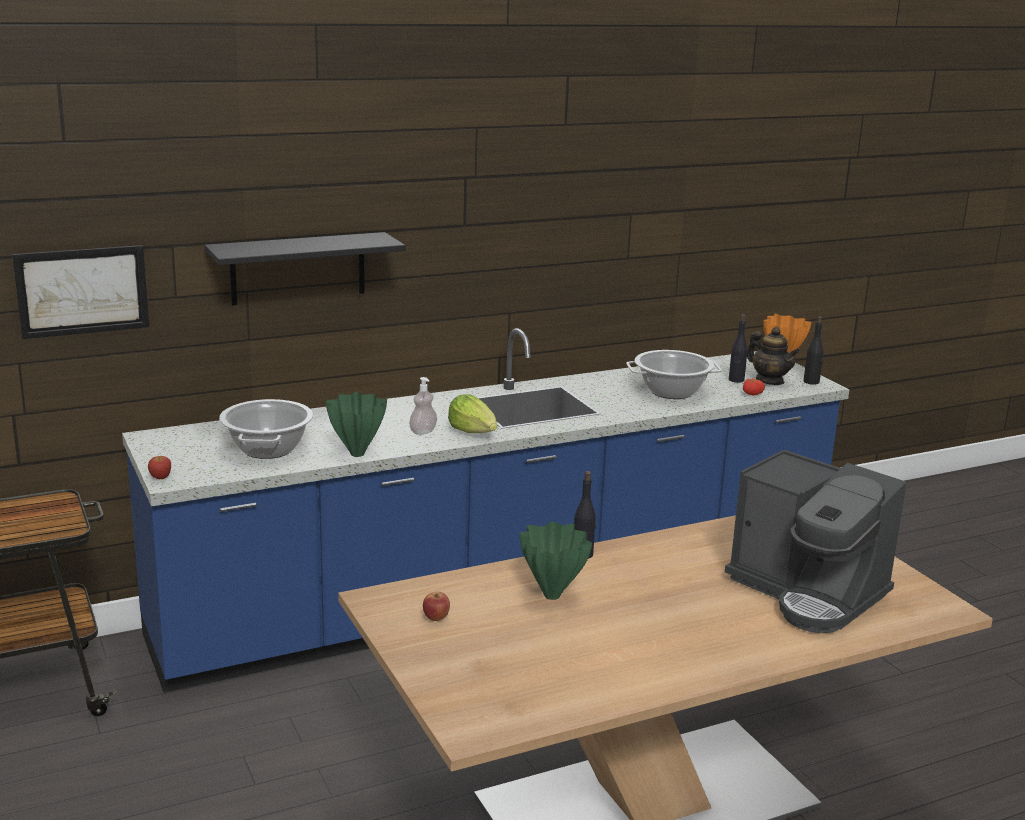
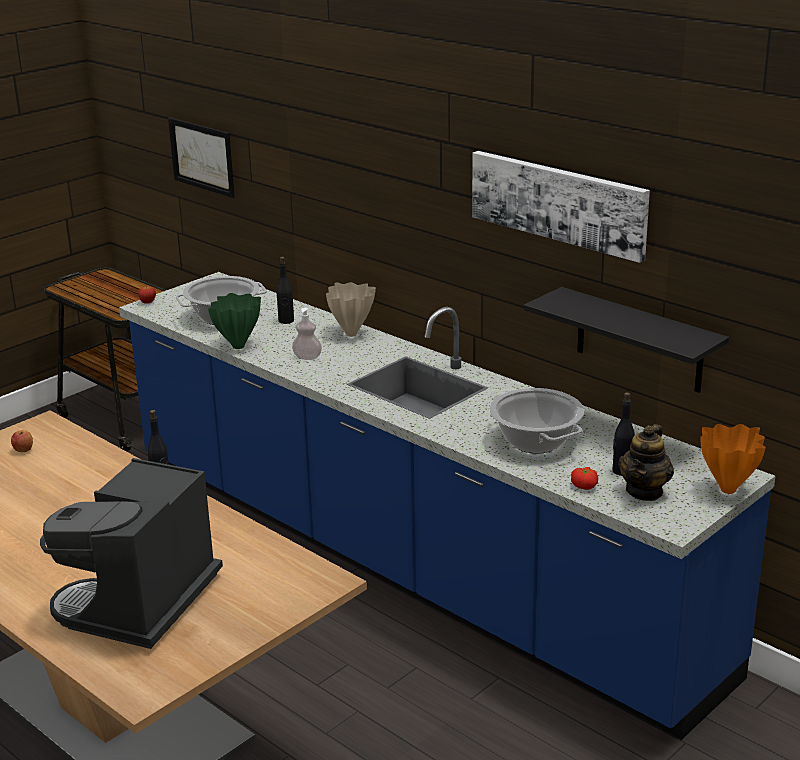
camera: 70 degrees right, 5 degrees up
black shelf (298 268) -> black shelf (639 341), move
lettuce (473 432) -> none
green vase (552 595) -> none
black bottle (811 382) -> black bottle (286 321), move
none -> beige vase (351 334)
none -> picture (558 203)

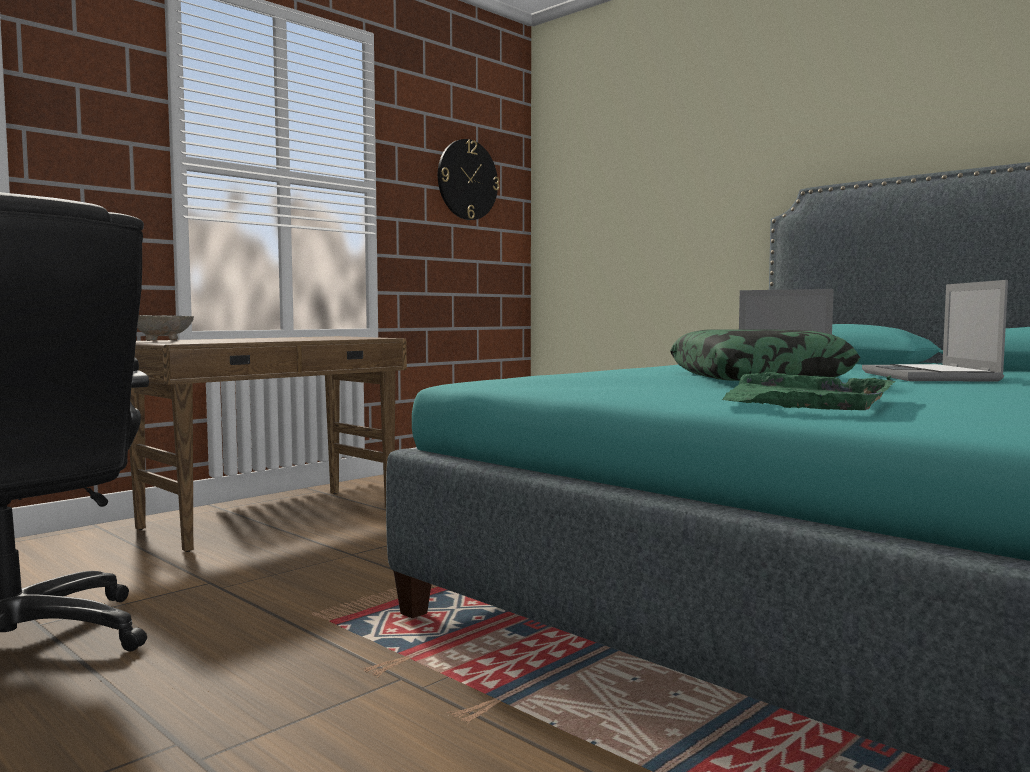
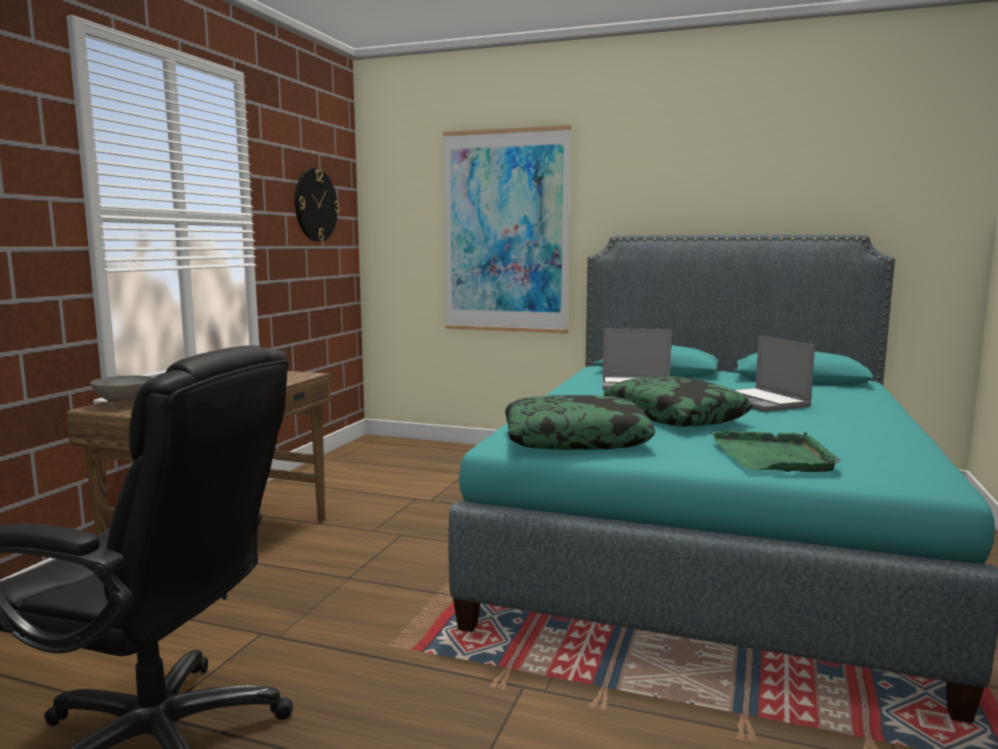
camera: 25 degrees left, 5 degrees up
none -> picture (506 232)
none -> pillow (575 439)

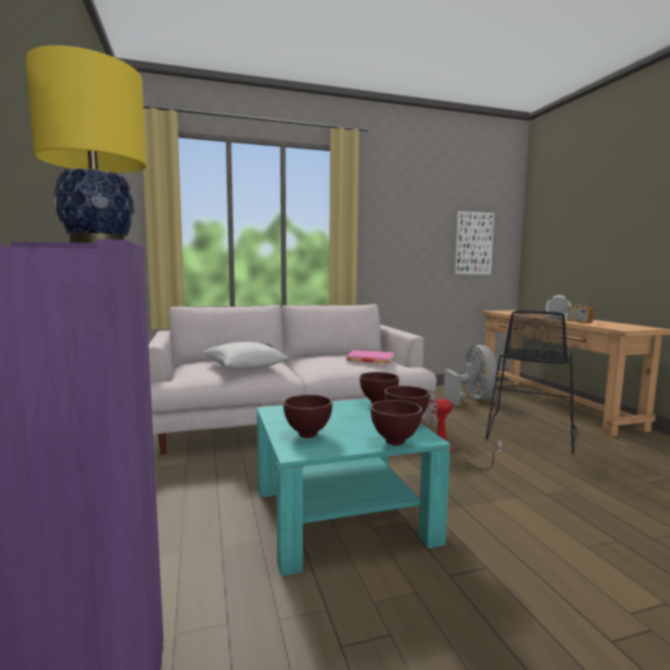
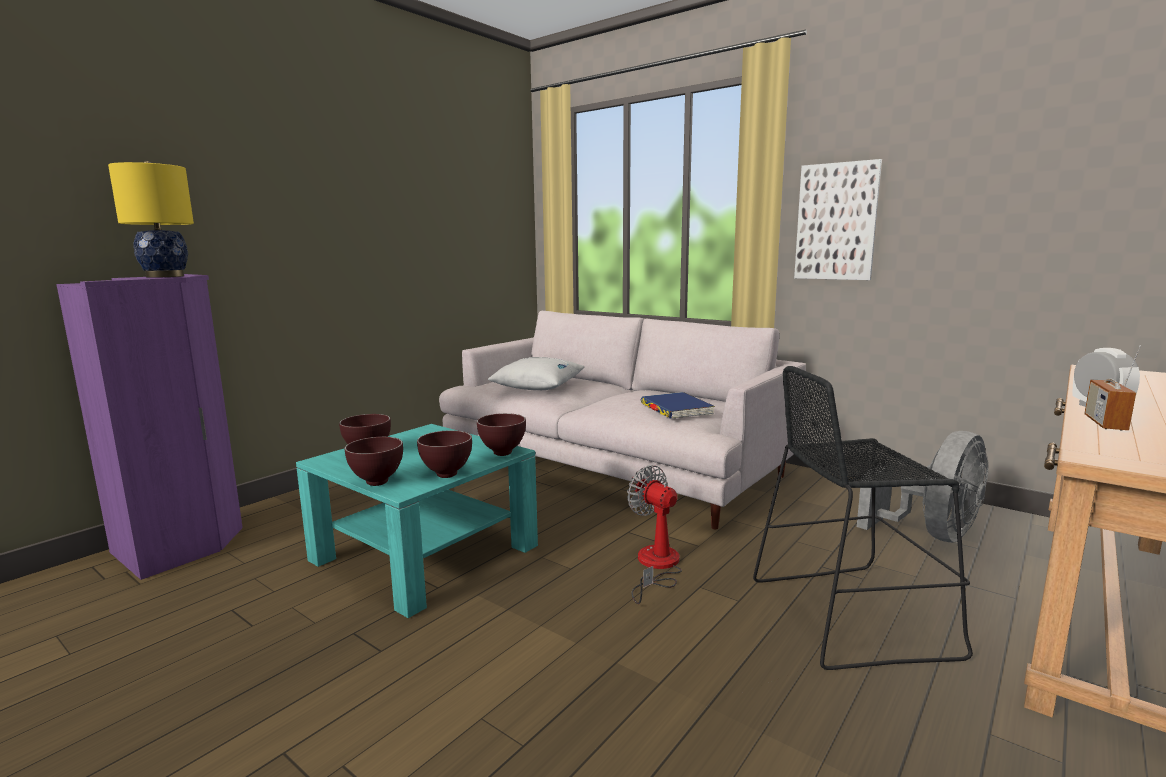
camera: 55 degrees right, 5 degrees up
pink book (370 359) -> blue book (676 409)
picture (473 243) -> picture (836 222), move

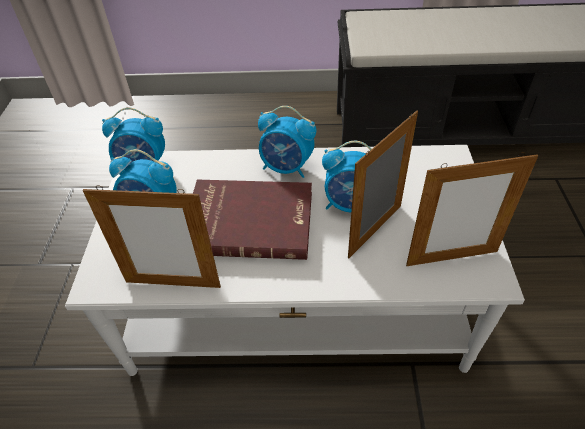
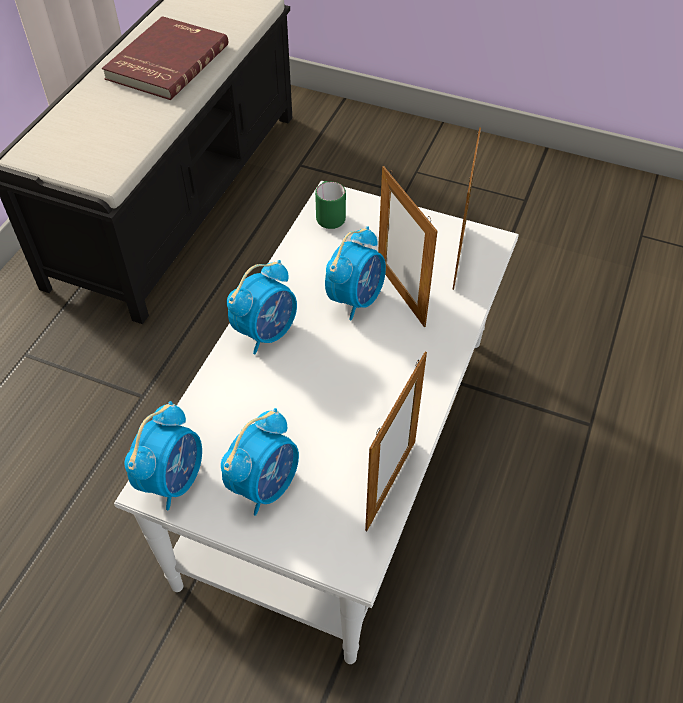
camera: 70 degrees left, 5 degrees up
red book (249 220) -> red book (165 61), move
none -> green mug (329 216)

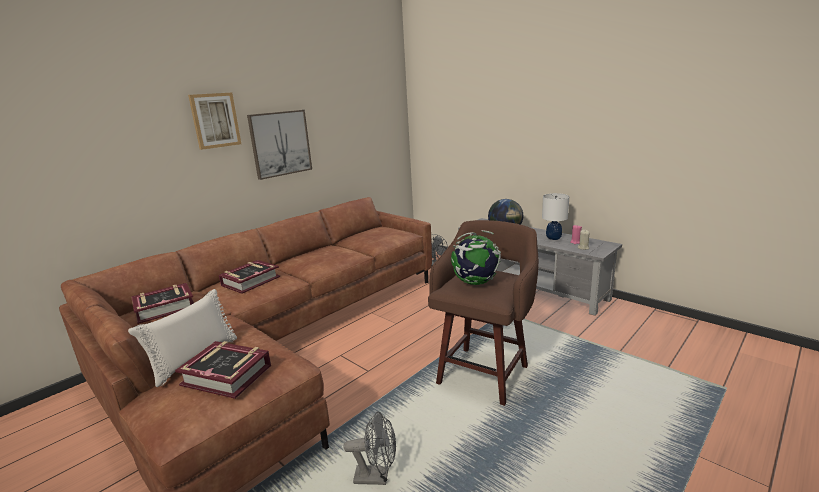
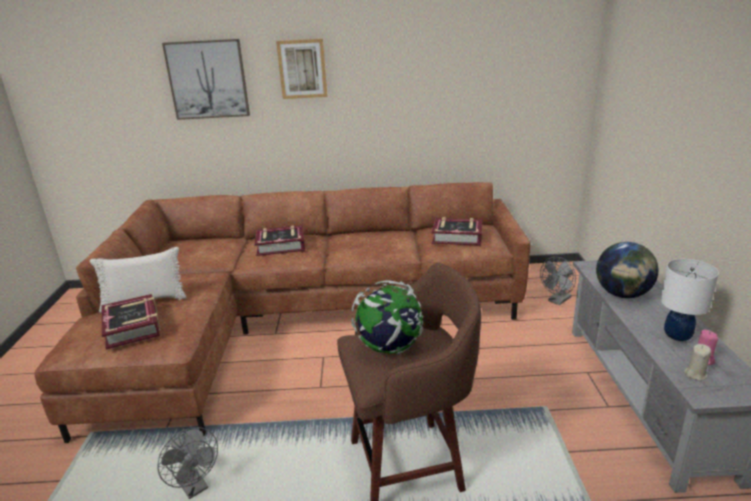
camera: 45 degrees right, 5 degrees up
book (165 308) -> book (457 237), move
picture (280 143) -> picture (208 79), move

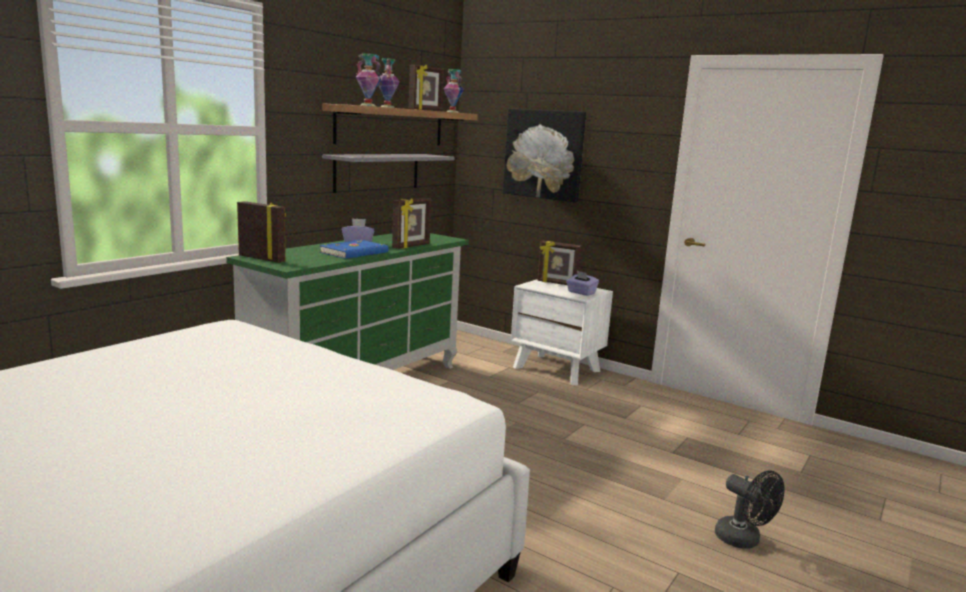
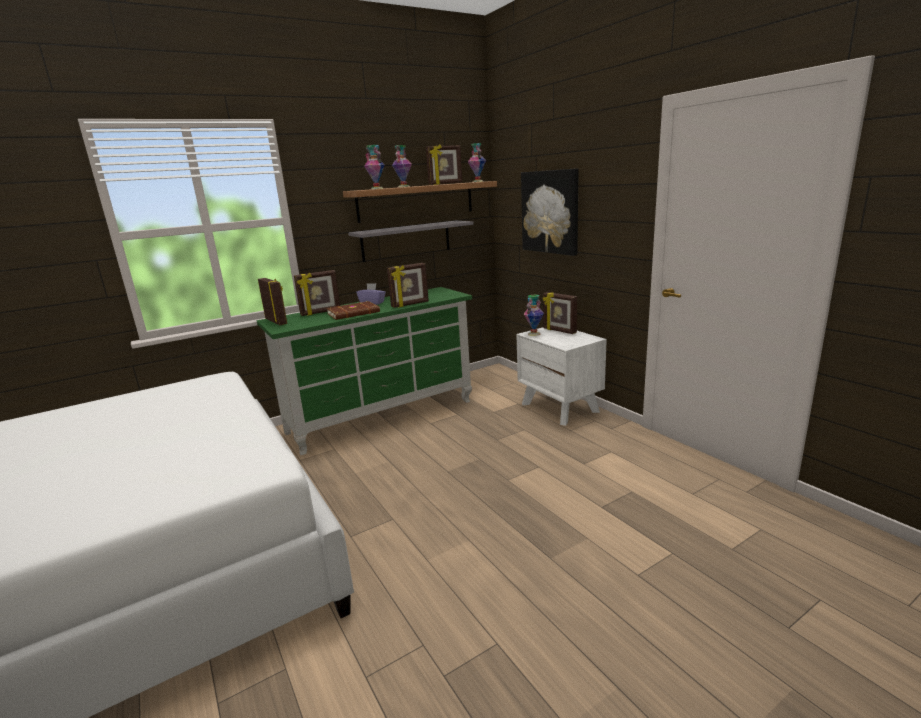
camera: 25 degrees right, 5 degrees up
blue book (355 253) -> brown book (354 313)
purple tissue box (581 293) -> none
black fan (743 541) -> none
none -> picture frame (321 312)
none -> vase (534 334)

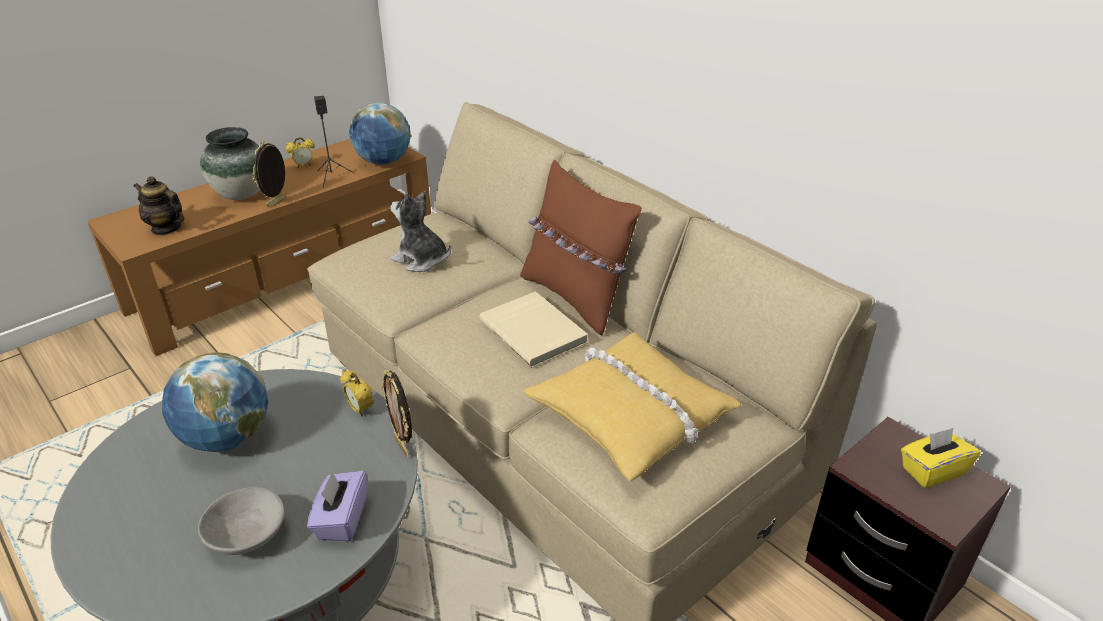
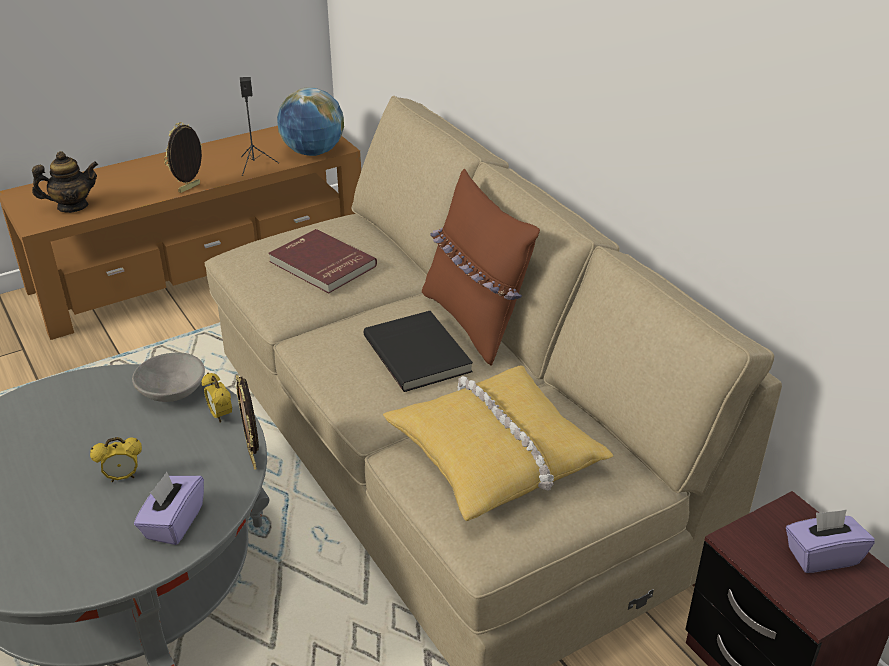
camera: 10 degrees right, 0 degrees up
teapot (166 228) -> teapot (72 206), 120 degrees clockwise
globe (227 438) -> none
grey bowl (247 536) -> grey bowl (172 392), move
vase (241 194) -> none
alarm clock (303 165) -> alarm clock (122 477), move
plush toy (421 260) -> red book (321 265)
beige book (534 331) -> black book (419 353)
yellow tissue box (932 471) -> purple tissue box (822 556)

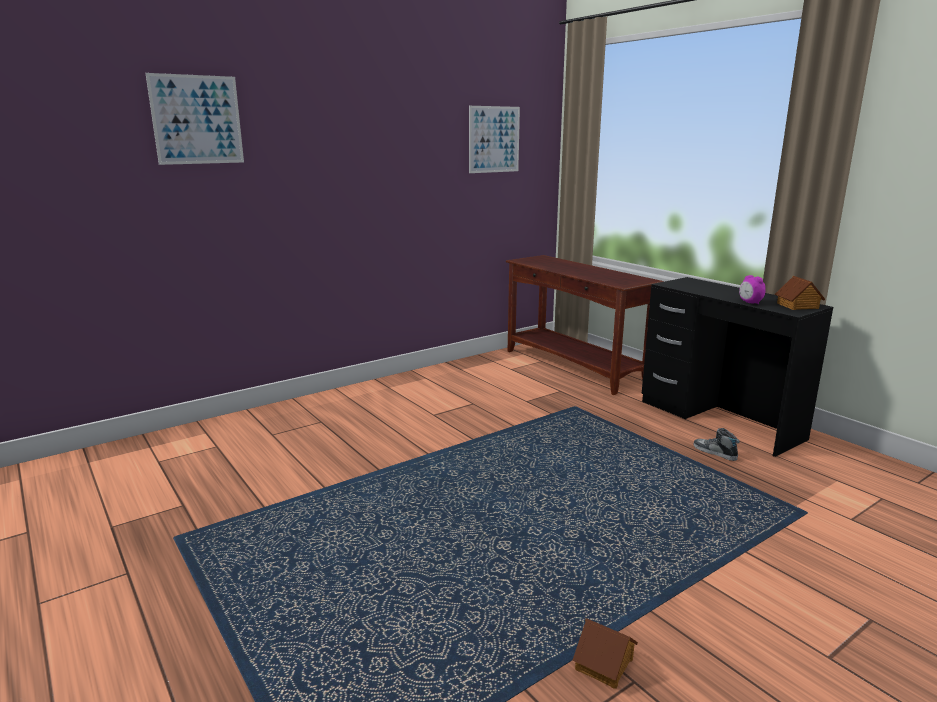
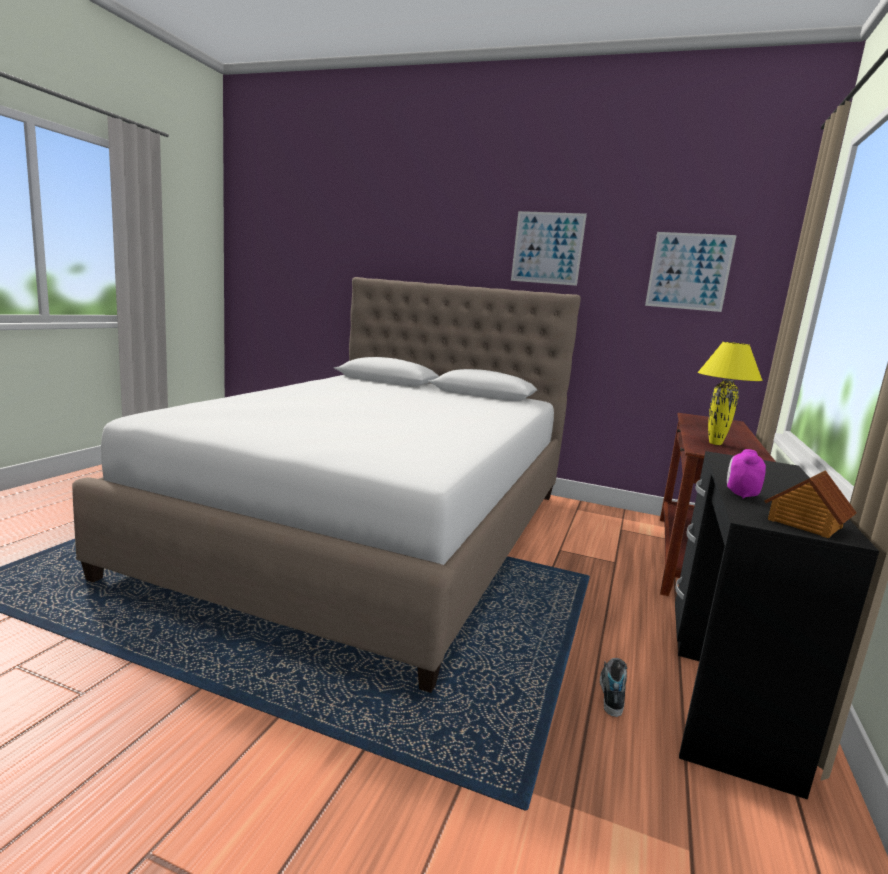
camera: 55 degrees right, 5 degrees down
picture (197 120) -> picture (547 248), move
toy house (605 664) -> none
none -> white bed (375 529)
none -> yellow table lamp (715 443)

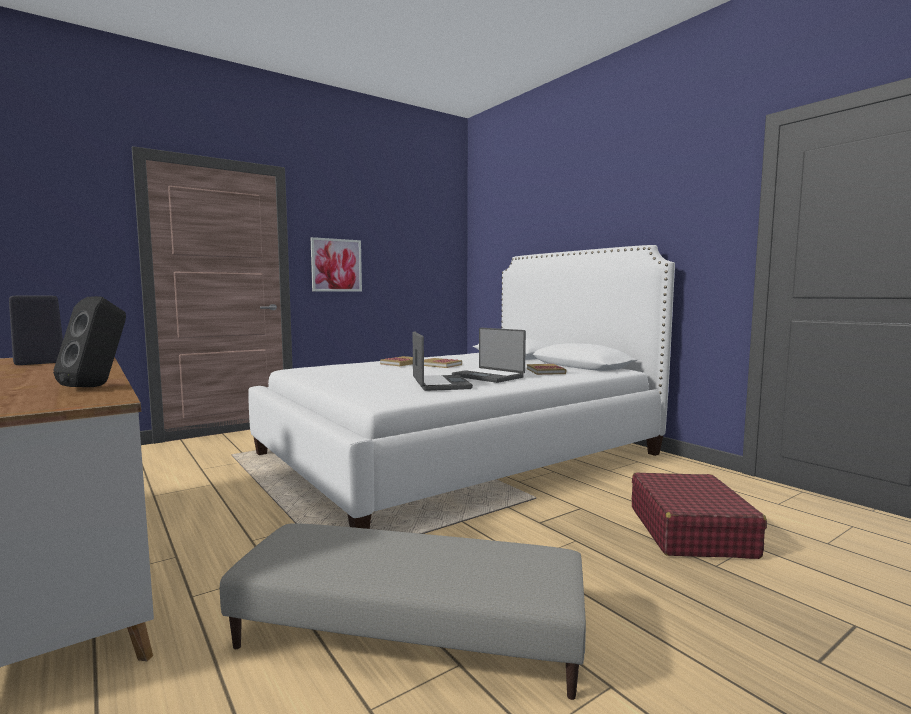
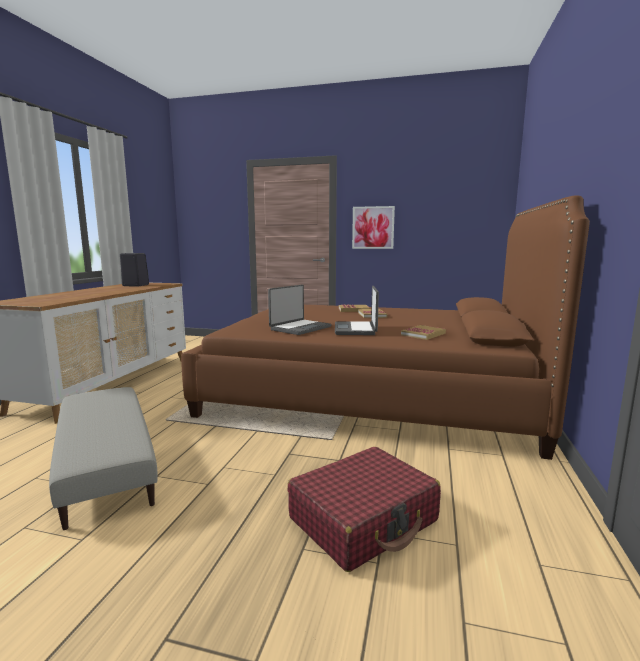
camera: 50 degrees right, 5 degrees up
black speaker (97 386) -> none
white bed (459 453) -> brown bed (371 392)

